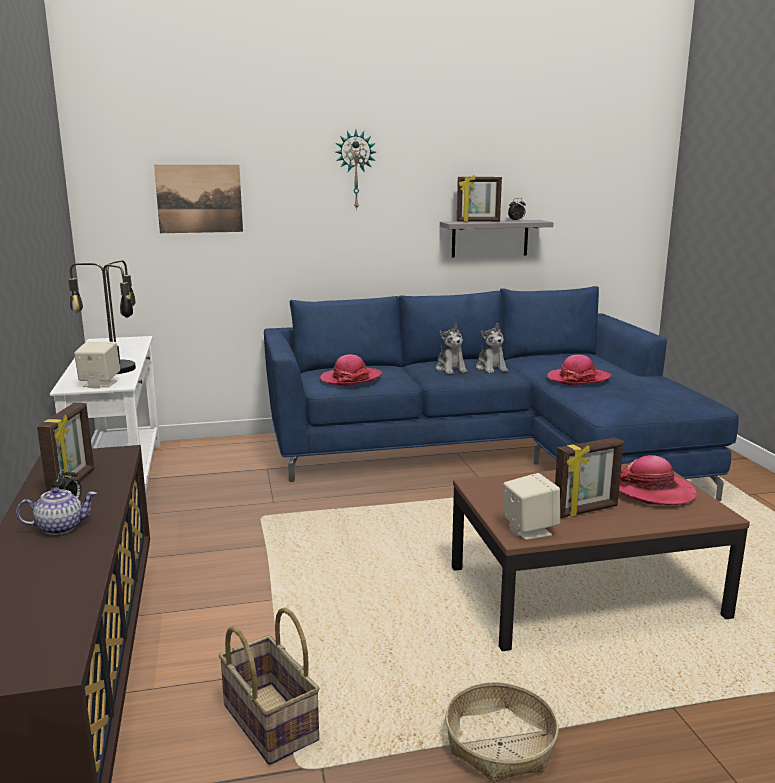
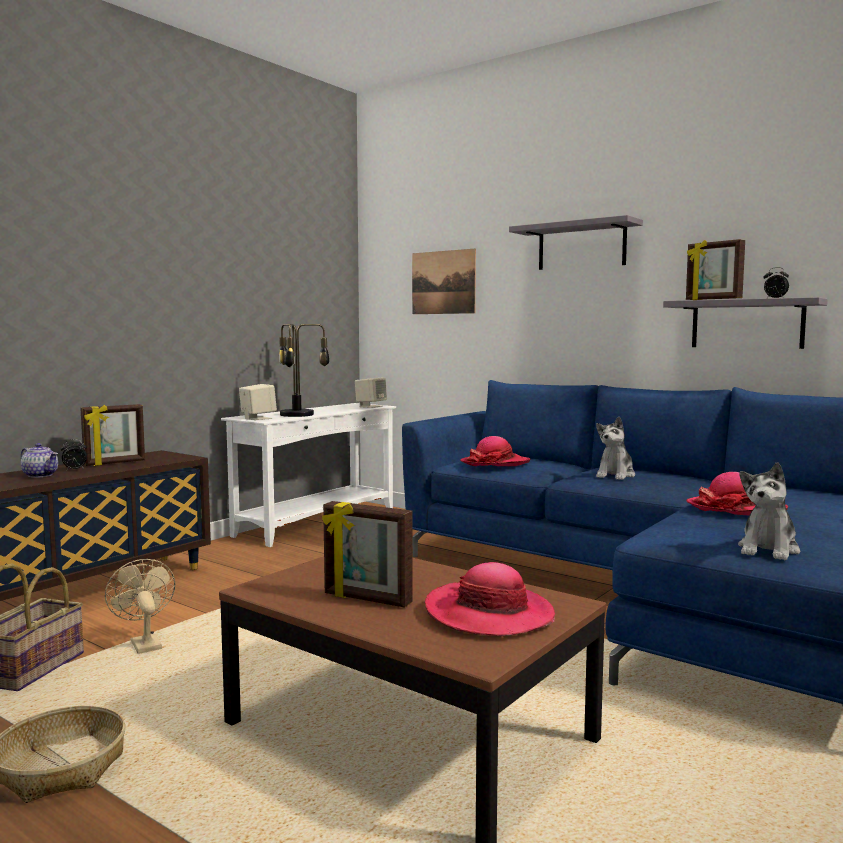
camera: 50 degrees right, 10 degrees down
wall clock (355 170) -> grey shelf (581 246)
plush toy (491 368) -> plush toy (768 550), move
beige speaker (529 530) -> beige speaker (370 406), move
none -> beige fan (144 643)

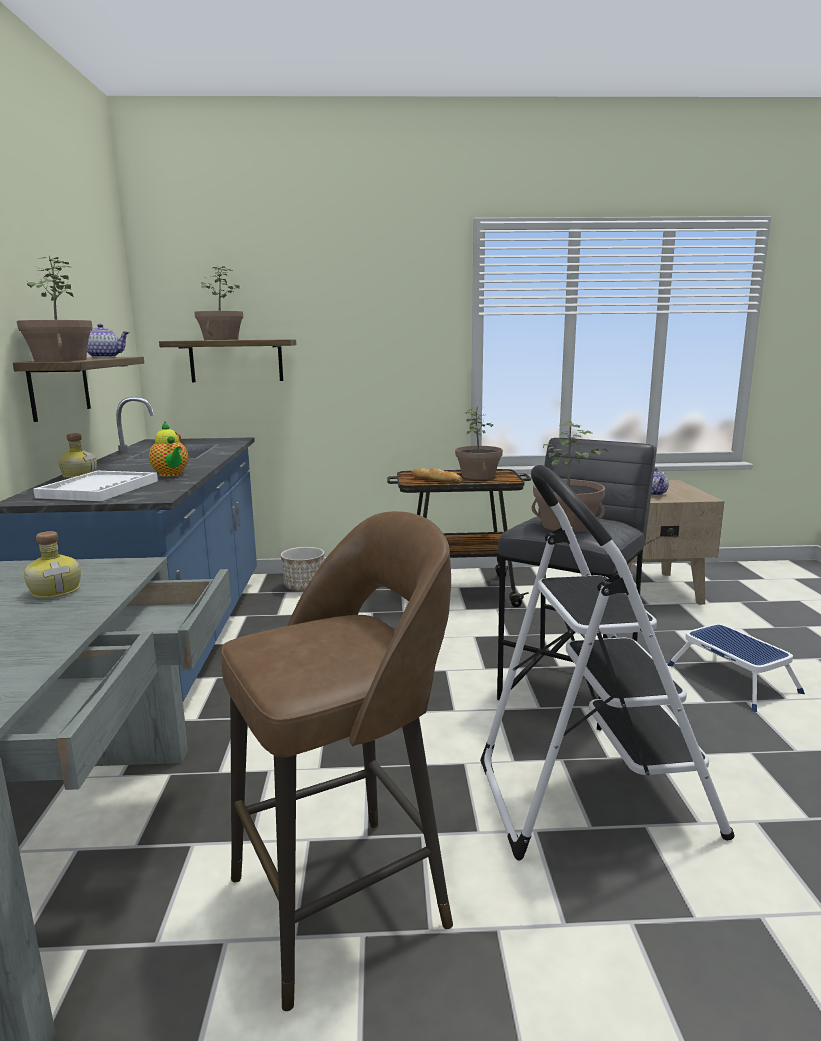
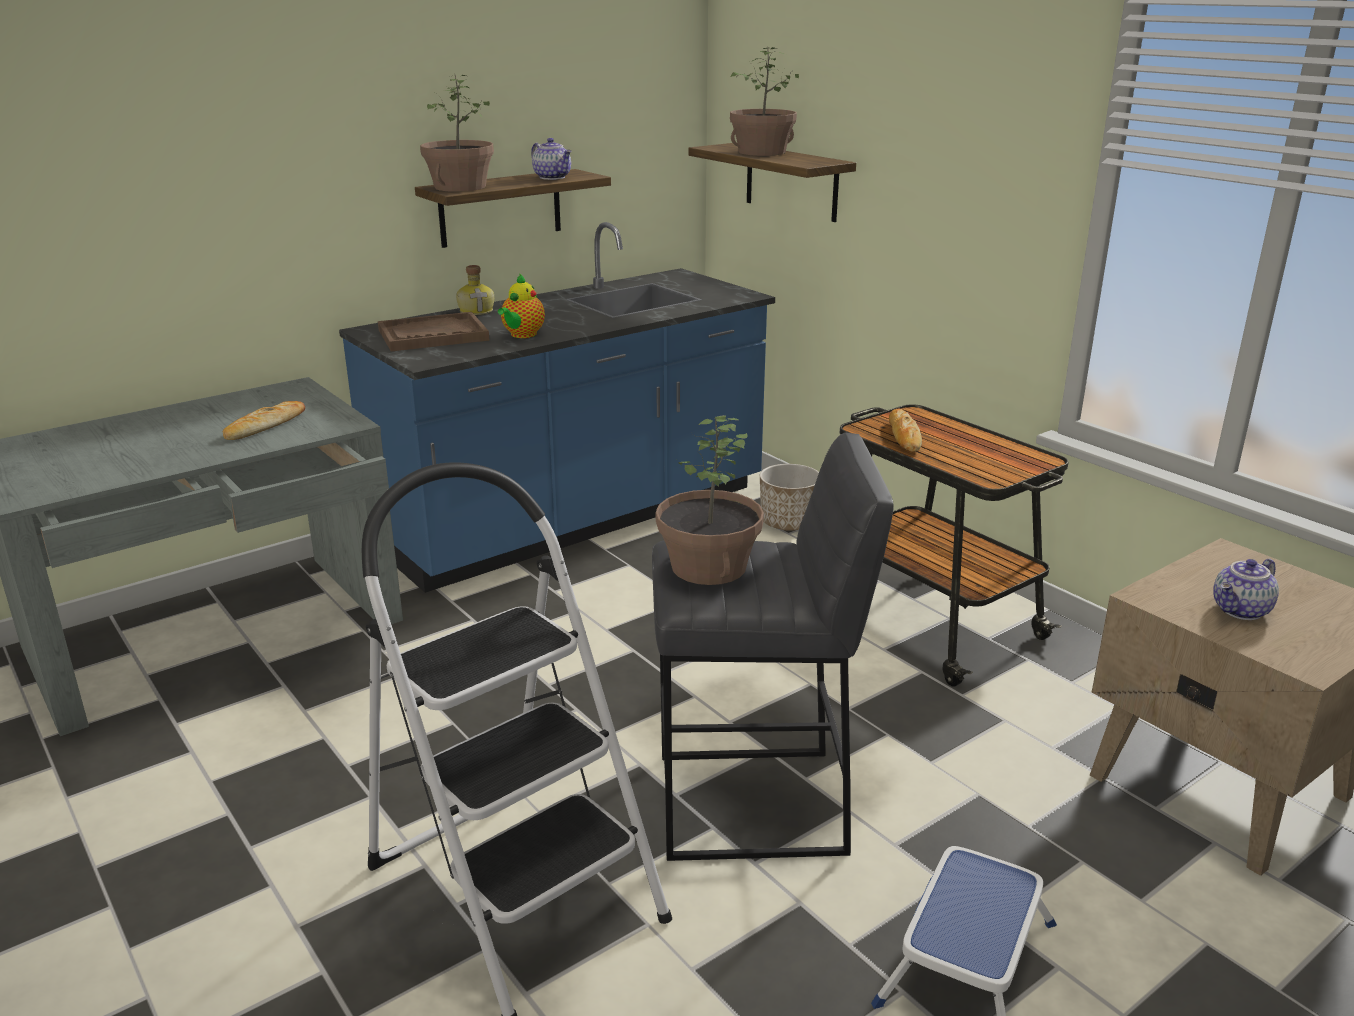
camera: 55 degrees right, 10 degrees up
bottle (57 590) -> bread (265 426)
white tray (99 489) -> brown tray (433 335)
brown stool (345 899) -> none
potted plant (478 476) -> none

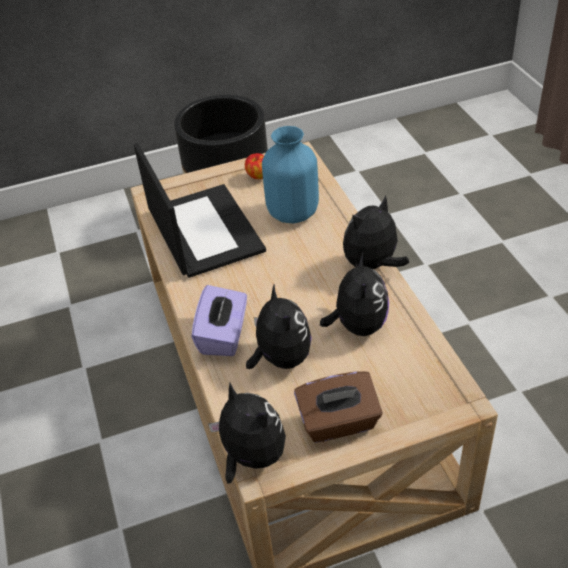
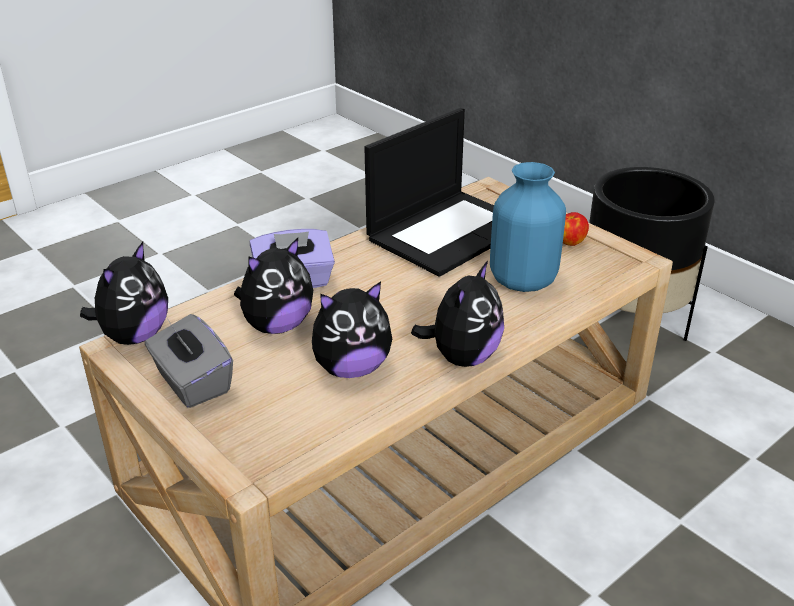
camera: 65 degrees right, 10 degrees down
brown tissue box (339 423) -> grey tissue box (192 383)
plush toy (372 265) -> plush toy (462 357), 90 degrees clockwise

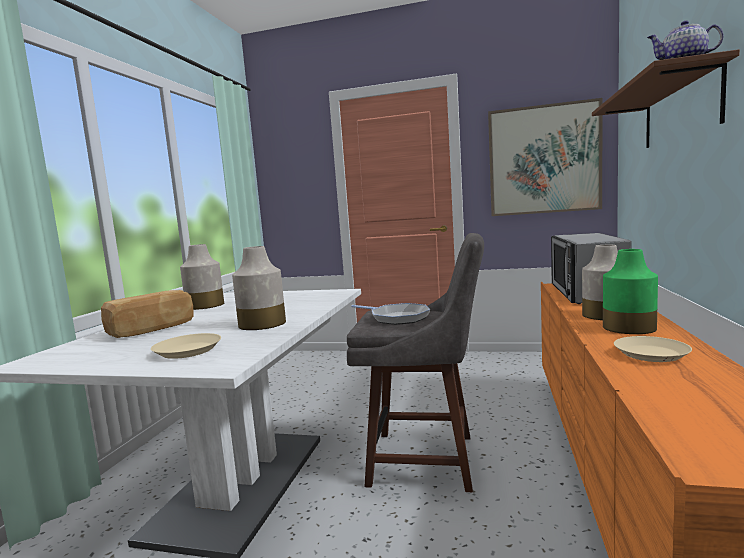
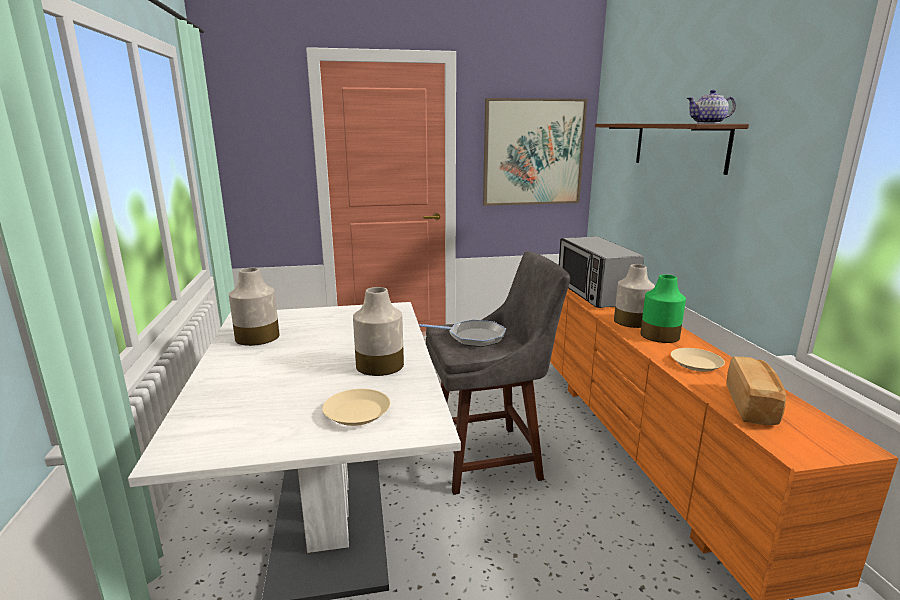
camera: 25 degrees left, 10 degrees up
bread (153 329) -> bread (752 406), move

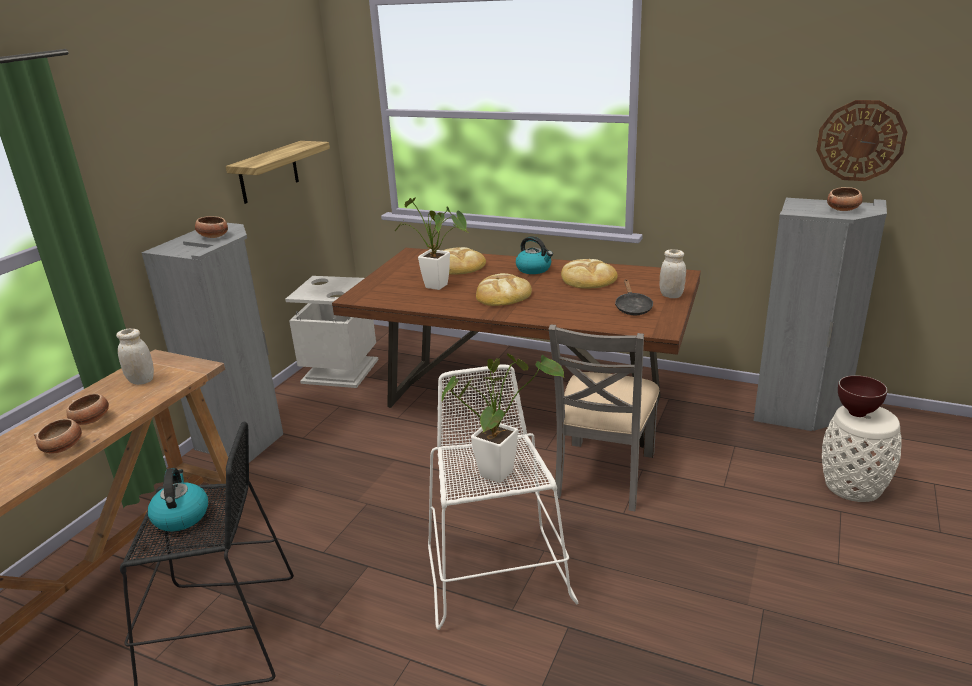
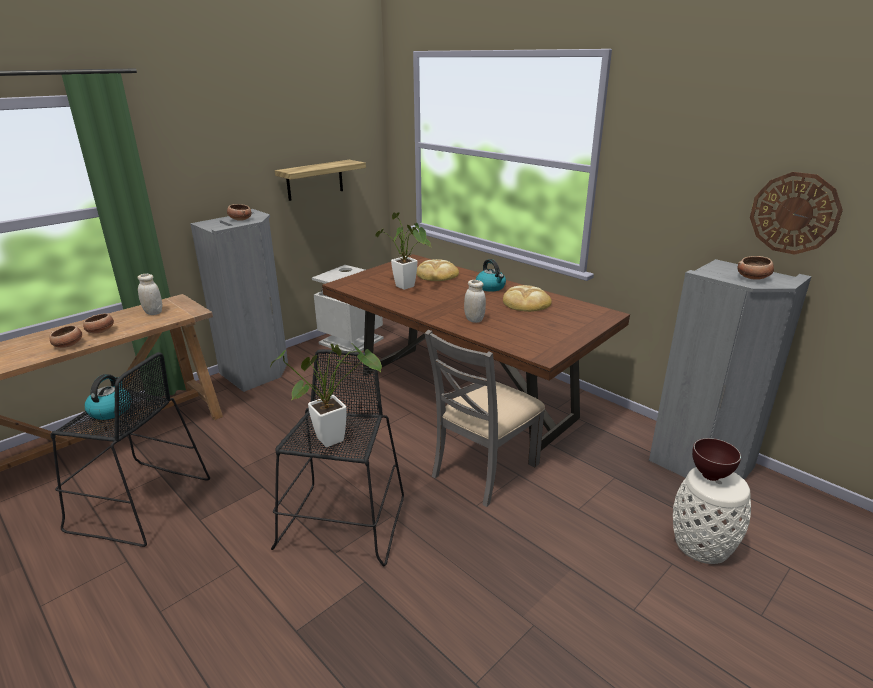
camera: 20 degrees right, 0 degrees up
white stool (498 577) -> black stool (343 525)
bread (503 294) -> none
black frying pan (632 307) -> none
white jar (671 295) -> white jar (474 320), move

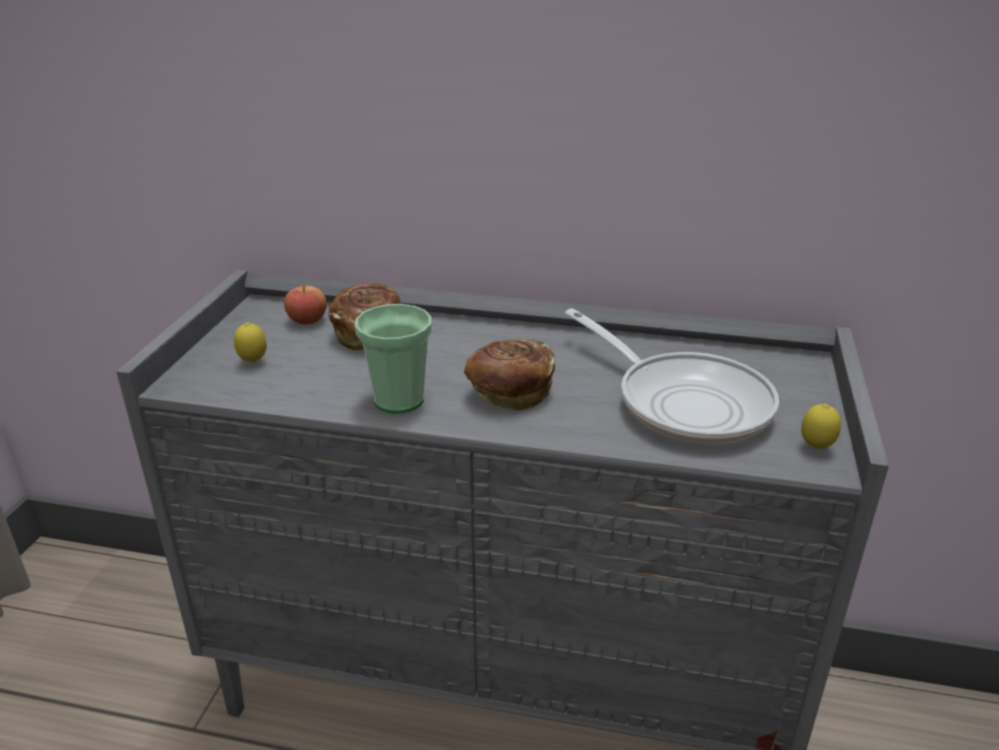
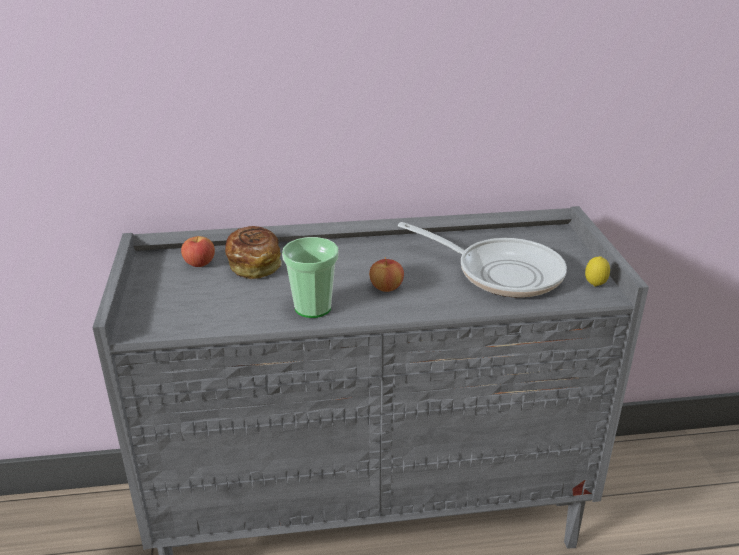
camera: 20 degrees left, 0 degrees up
lemon (253 362) -> none
bread (510 392) -> apple (386 287)

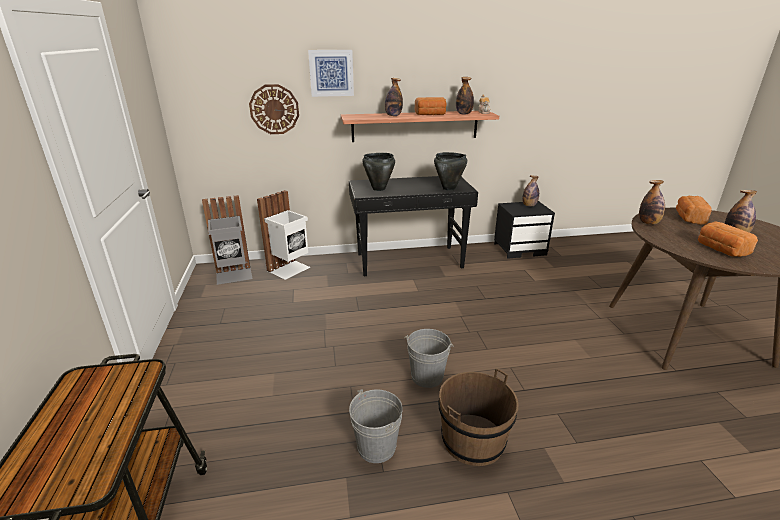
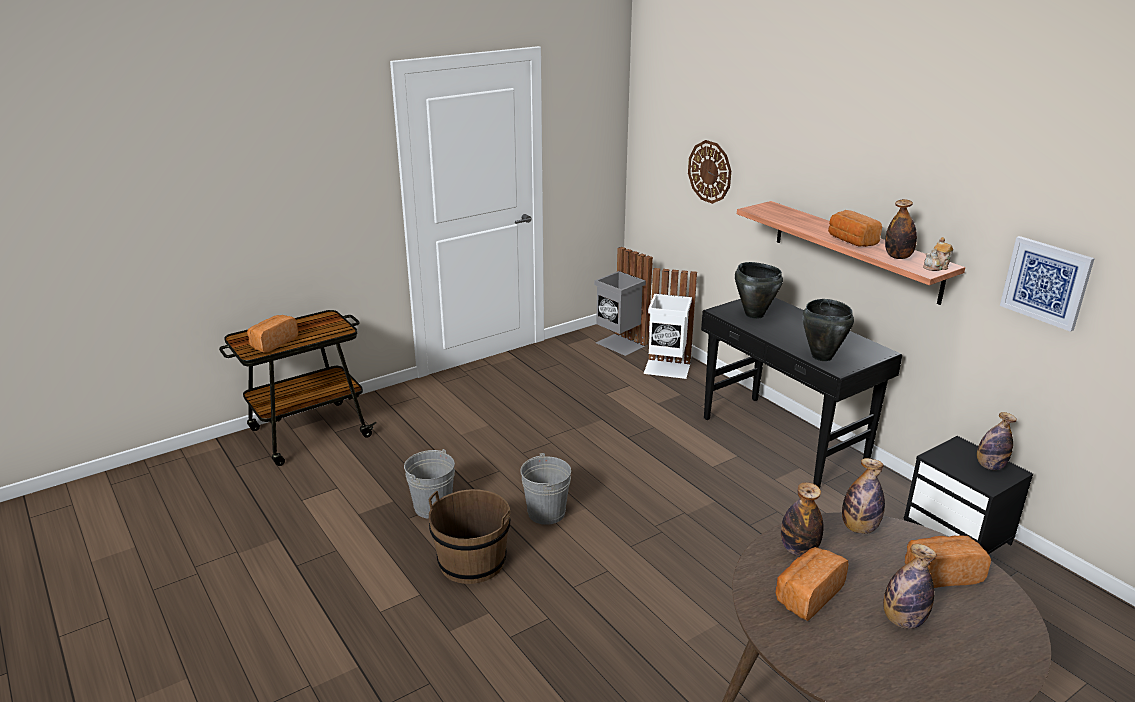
camera: 65 degrees right, 0 degrees up
picture (331 73) -> picture (1046 282), move
bottle (393 115) -> bottle (798 550), move
none -> bread (272 343)

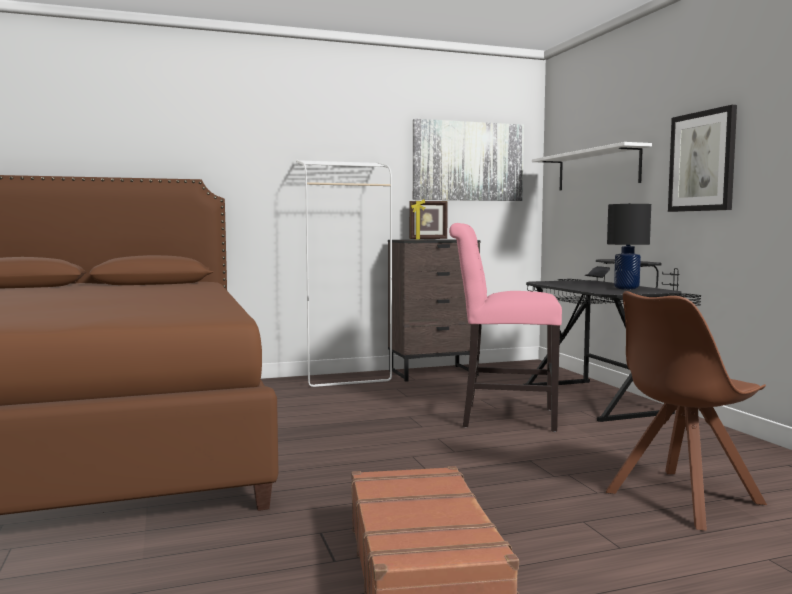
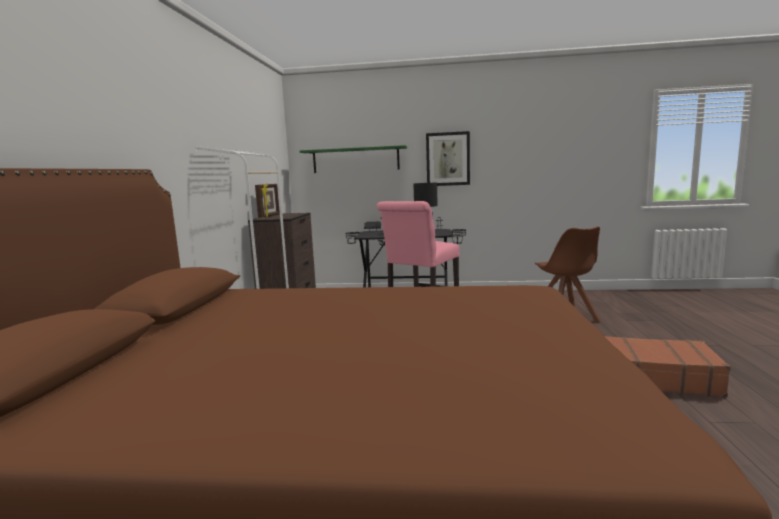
camera: 65 degrees left, 5 degrees up
picture (468 161) -> none
white shelf (597 169) -> green shelf (356 160)

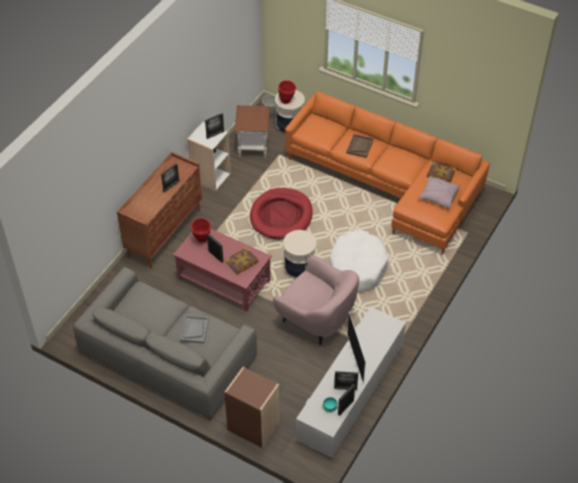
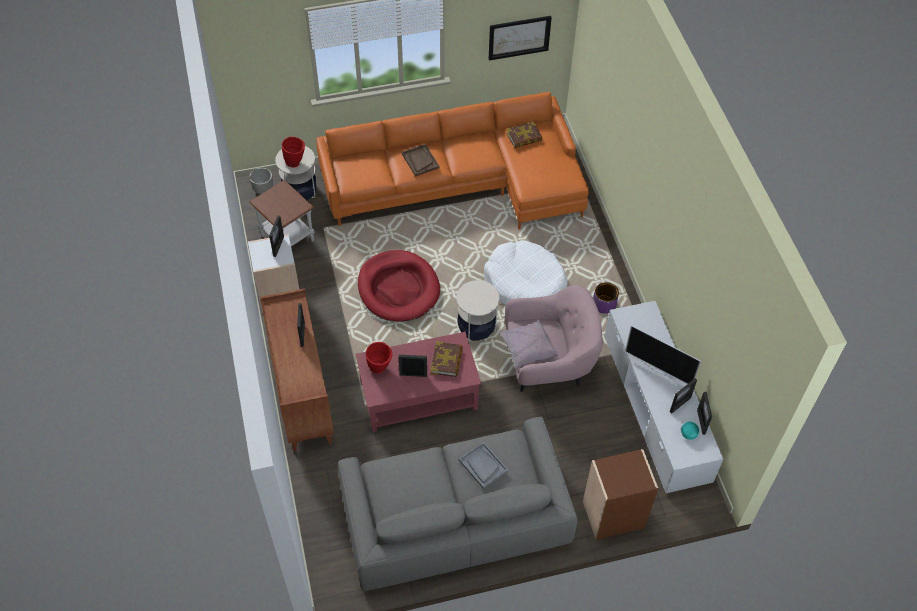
camera: 45 degrees left, 5 degrees up
purple pillow (438 196) -> purple pillow (527 349), move
none -> picture (519 37)
none -> purple planter (604 304)

